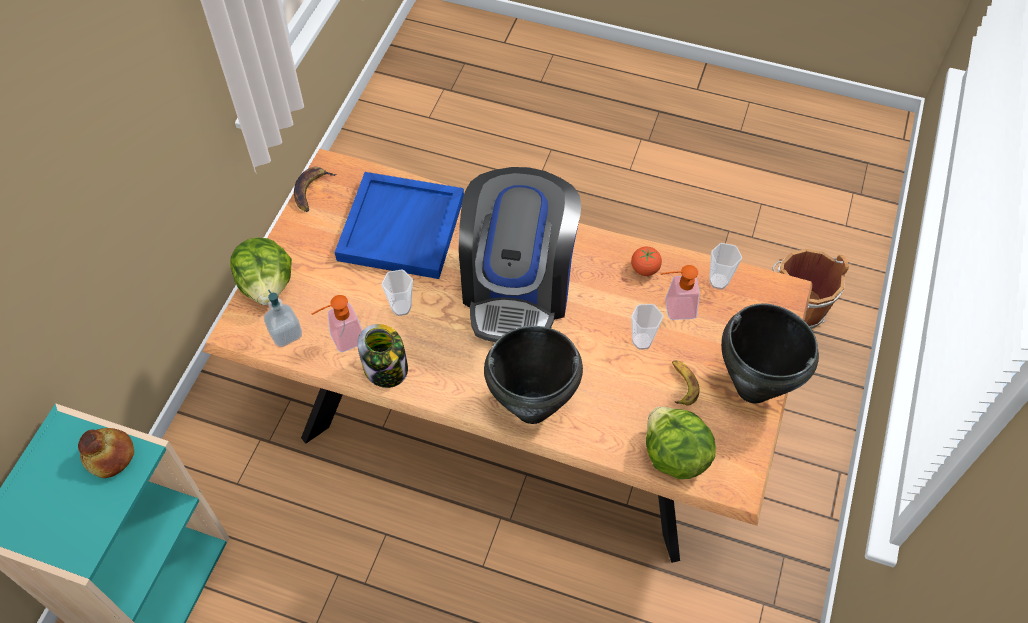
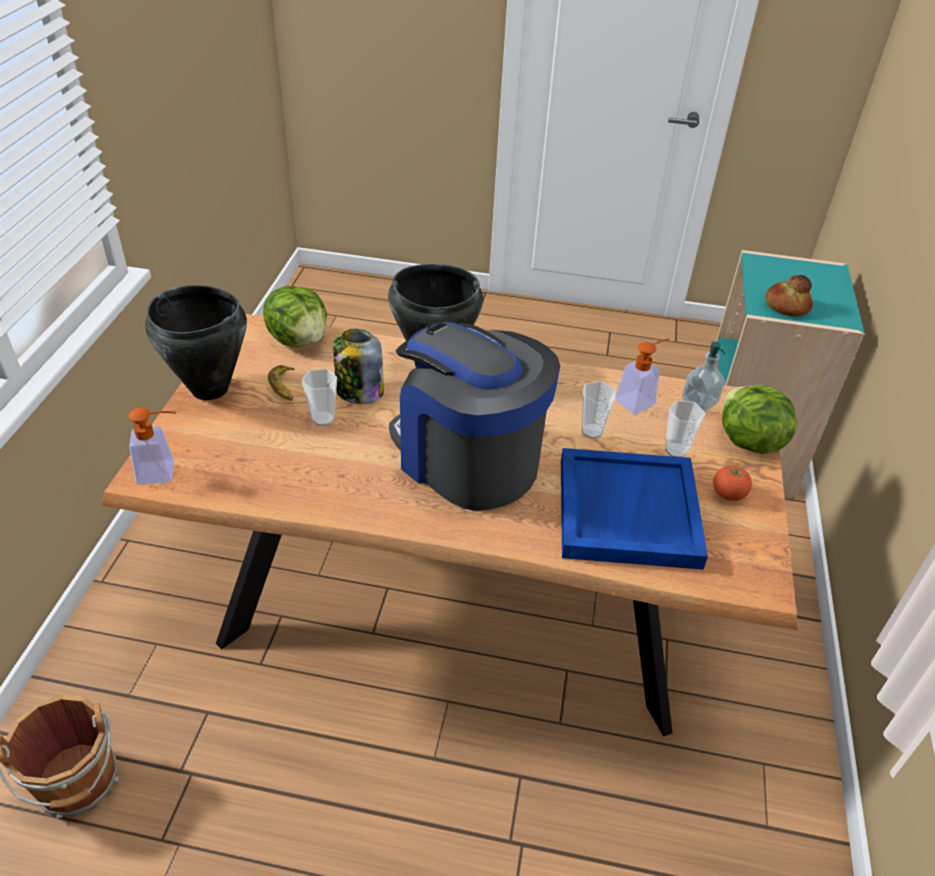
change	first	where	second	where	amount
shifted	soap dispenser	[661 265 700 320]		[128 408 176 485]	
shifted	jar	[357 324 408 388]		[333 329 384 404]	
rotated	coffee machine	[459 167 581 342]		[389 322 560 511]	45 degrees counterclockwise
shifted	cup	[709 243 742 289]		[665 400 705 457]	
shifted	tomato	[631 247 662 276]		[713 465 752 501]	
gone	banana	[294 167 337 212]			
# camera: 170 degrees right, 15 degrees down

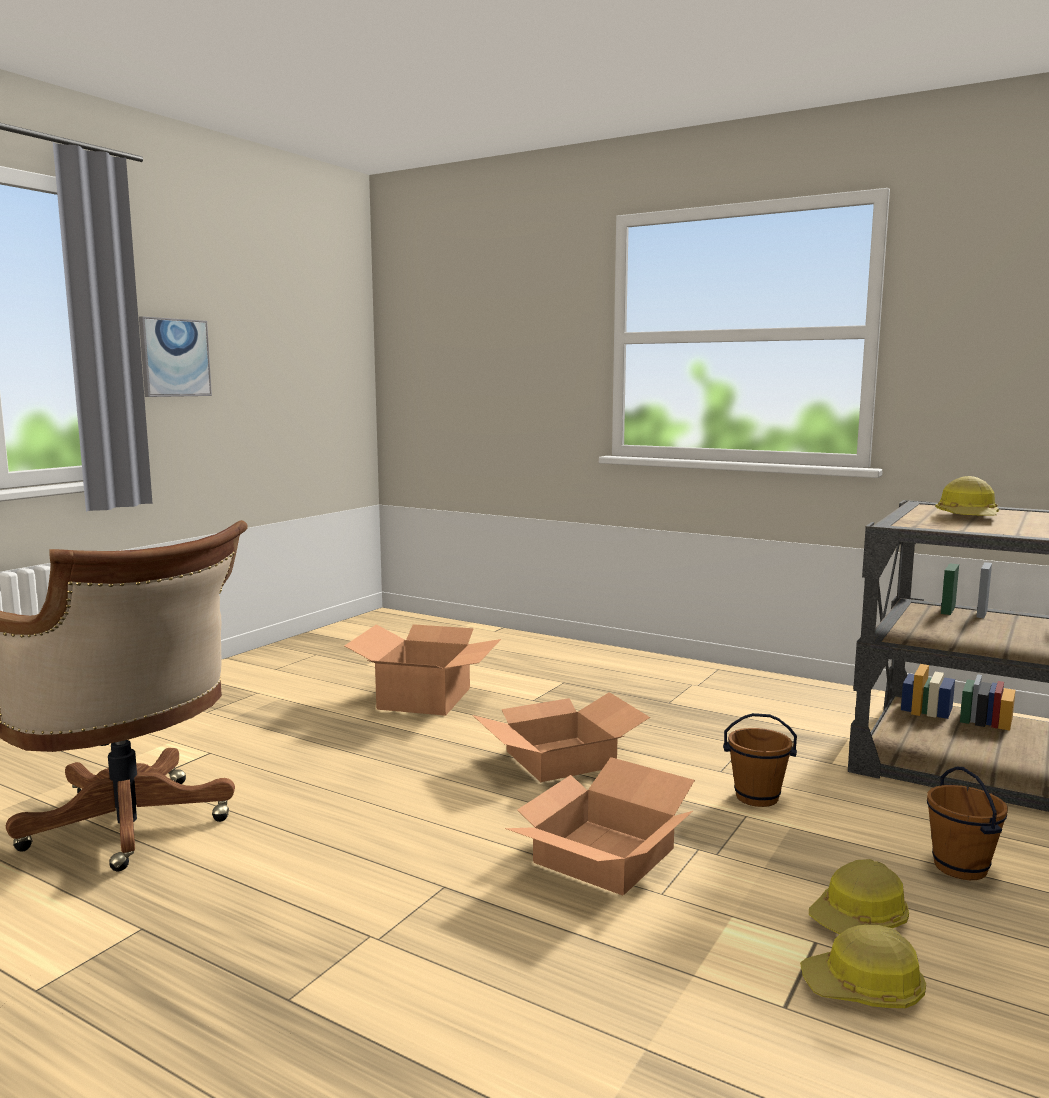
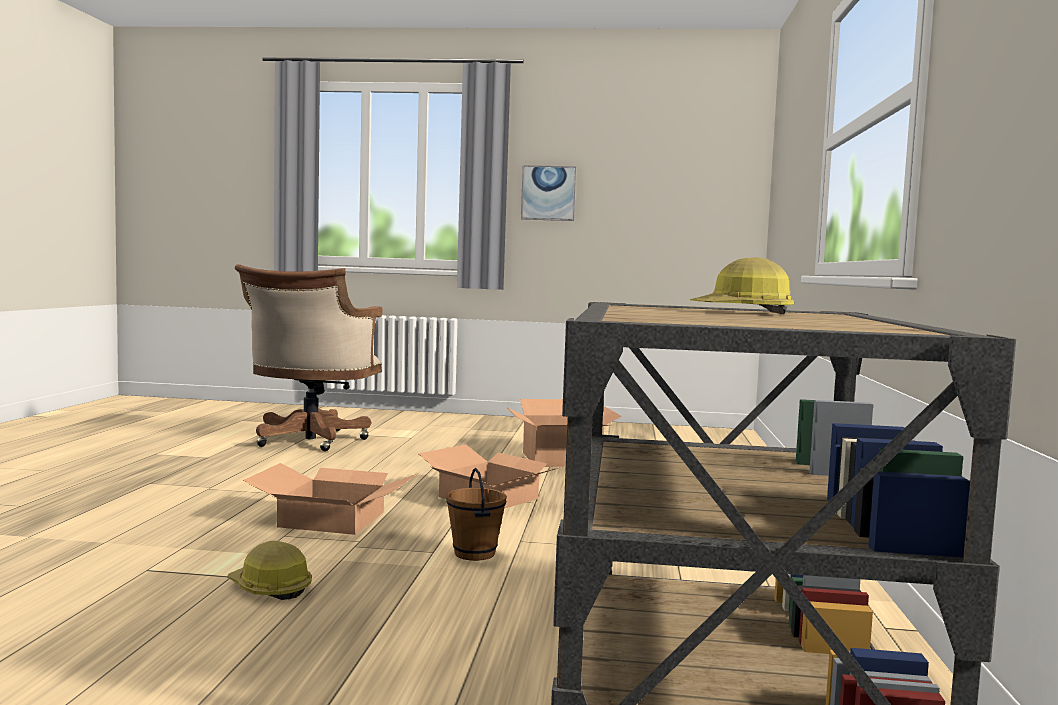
change	first	where	second	where	amount
gone	hard hat	[800 925 926 1008]			
gone	brown bucket	[927 767 1008 880]			
# camera: 65 degrees right, 5 degrees down

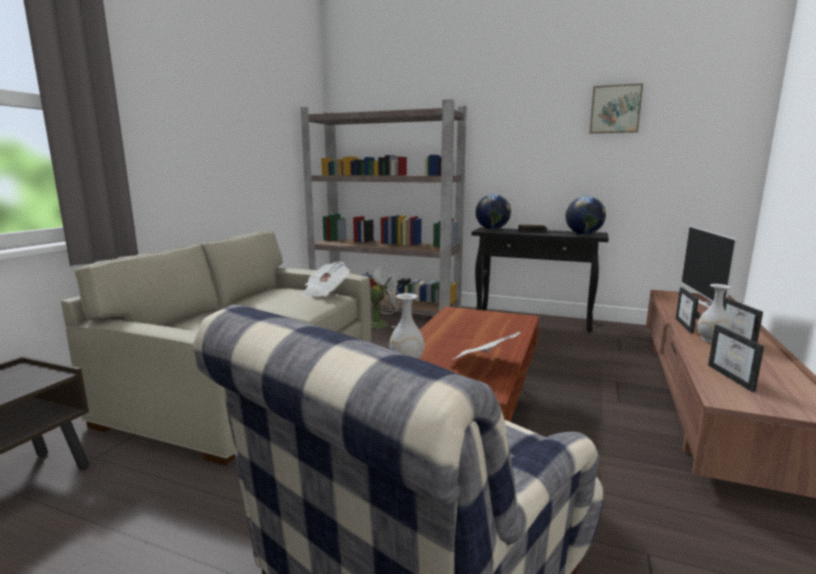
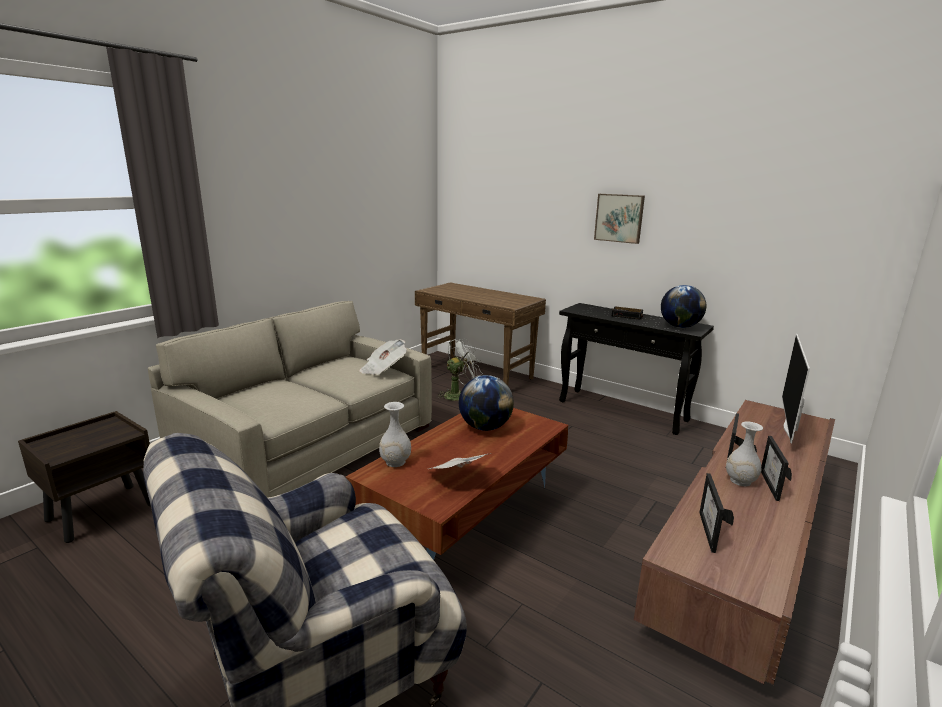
change	first	where	second	where	amount
swapped	brown bookcase	[301 99 466 316]	brown console table	[415 282 546 385]	
shifted	globe	[476 194 511 229]		[459 375 514 431]	
shifted	picture	[590 84 643 133]		[594 194 645 244]	
# camera: 15 degrees right, 5 degrees up

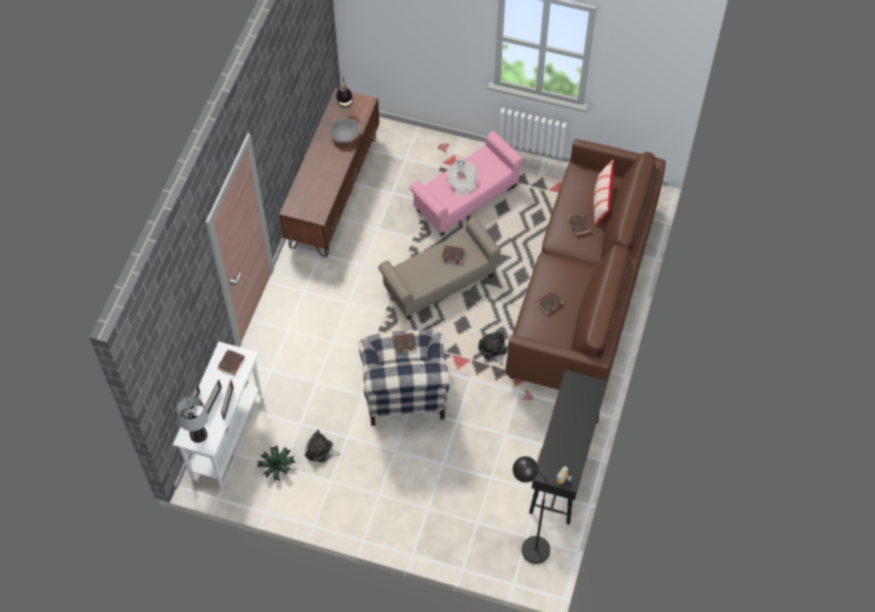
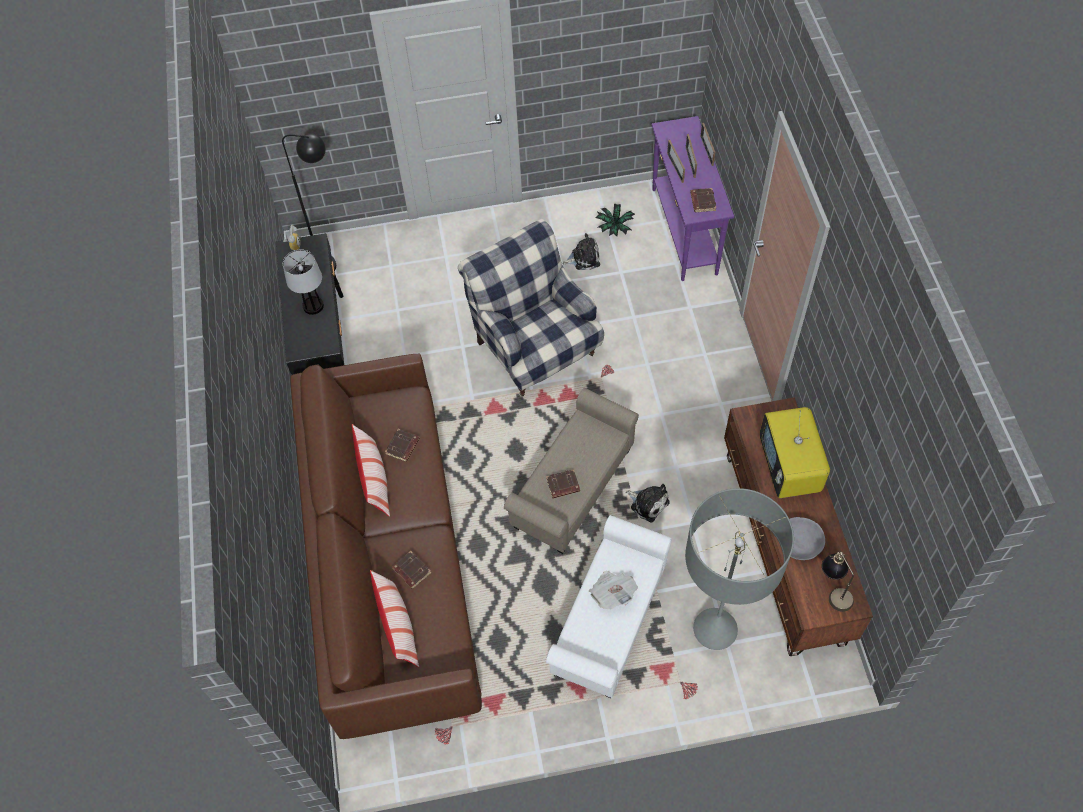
change	first	where	second	where	amount
shifted	table lamp	[177 396 208 443]		[283 249 324 315]	
new			pillow	[352 424 390 517]	
repainted	pink ottoman	[410 131 524 236]	white ottoman	[546 515 672 698]	
shifted	plush toy	[478 332 507 365]		[626 484 670 522]	
repainted	white console table	[173 342 262 488]	purple console table	[651 116 734 281]	
new			grey floor lamp	[685 488 794 650]	
new			television	[760 407 830 498]	
gone	brown book	[392 333 417 353]			
# camera: 155 degrees right, 0 degrees up

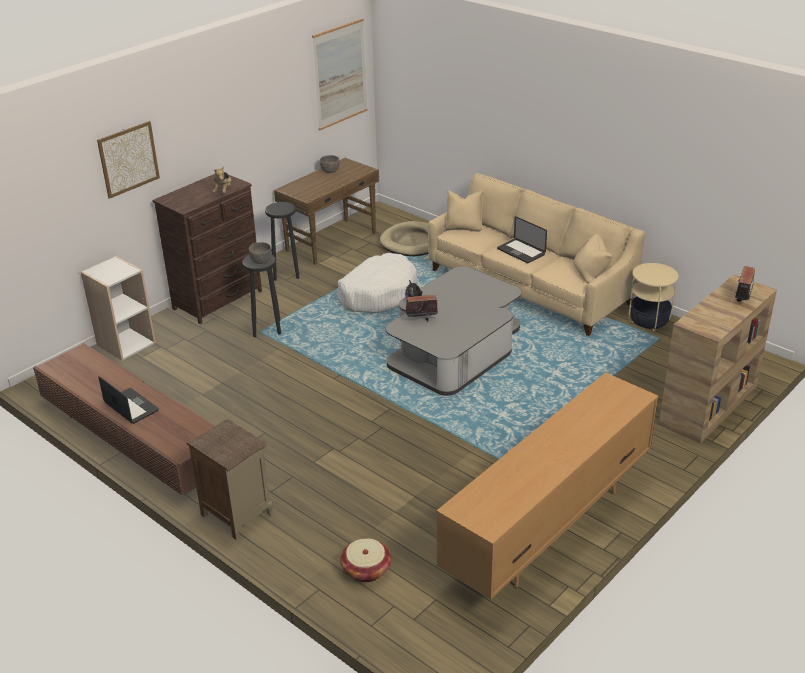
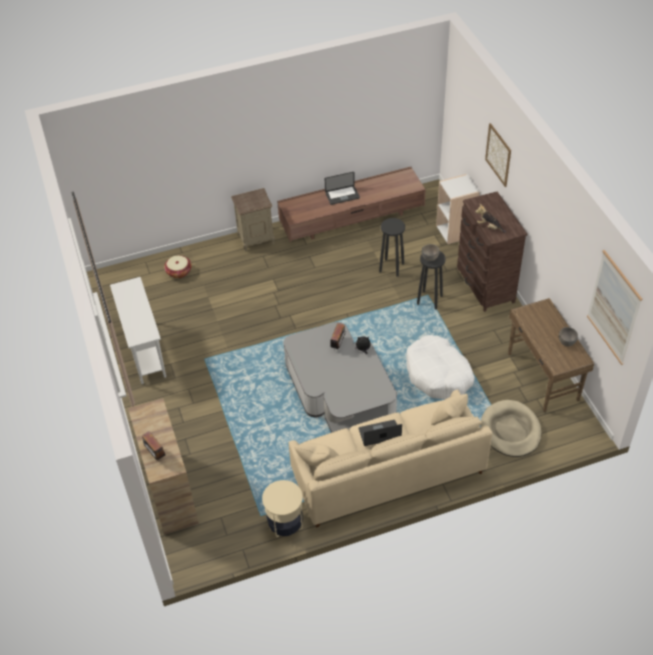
change	first	where	second	where	amount
swapped	brown cabinet	[436 372 658 600]	white console table	[110 277 166 384]	
shifted	black stool	[265 202 300 281]		[379 218 405 277]	
# camera: 120 degrees right, 15 degrees up

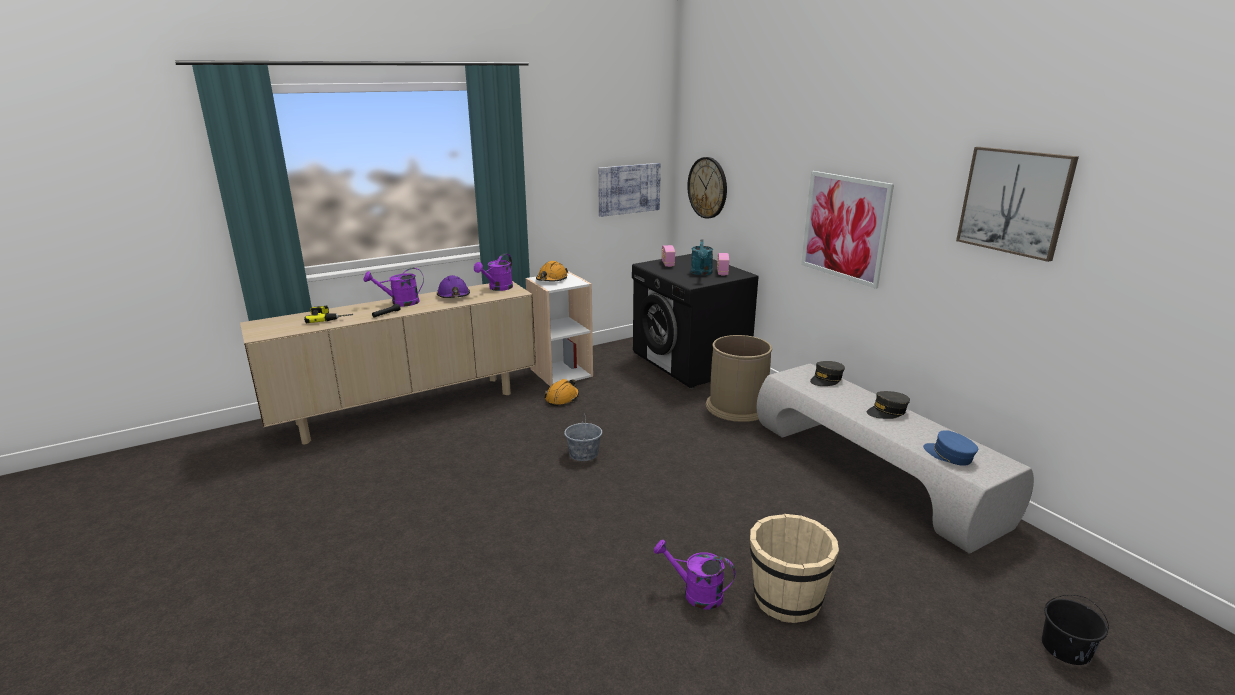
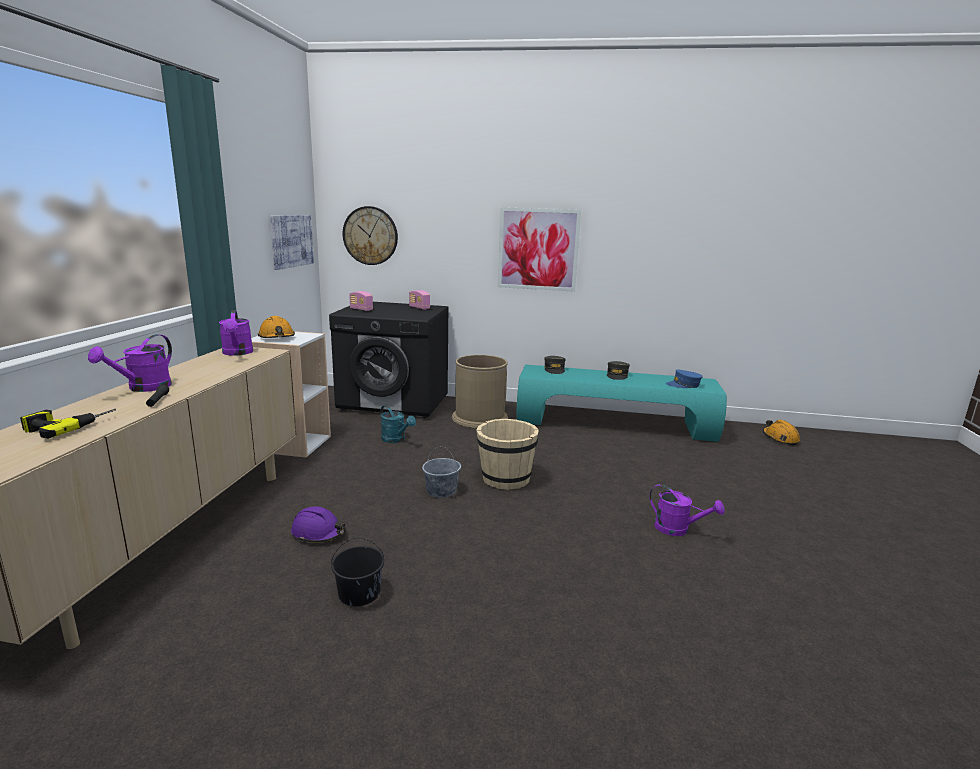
change	first	where	second	where	amount
shifted	purple hard hat	[436 275 470 298]		[291 506 346 543]	
shifted	black bucket	[1042 595 1109 665]		[331 538 384 606]	
shifted	turquoise watering can	[691 239 713 275]		[380 405 416 443]	
shifted	beige bucket	[750 514 839 623]		[476 419 539 490]	
repainted	grey bench	[757 363 1034 554]	turquoise bench	[517 365 727 442]	
rotated	purple watering can	[654 540 736 610]		[649 484 725 536]	120 degrees counterclockwise
shifted	orange hard hat	[544 379 579 406]		[763 420 800 445]	
gone	picture	[956 147 1079 262]			
# camera: 50 degrees left, 5 degrees down

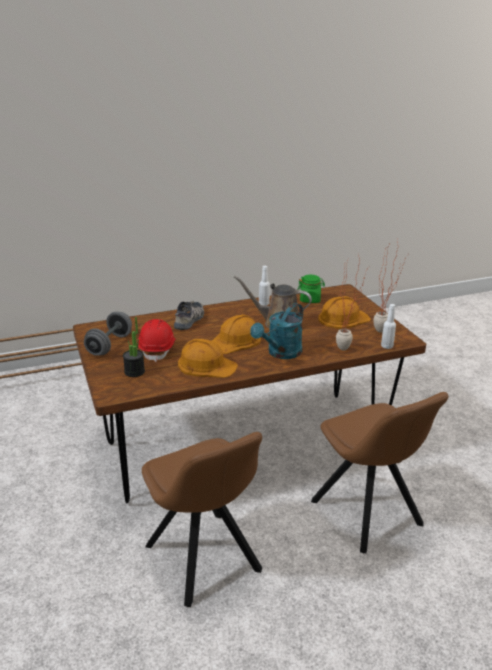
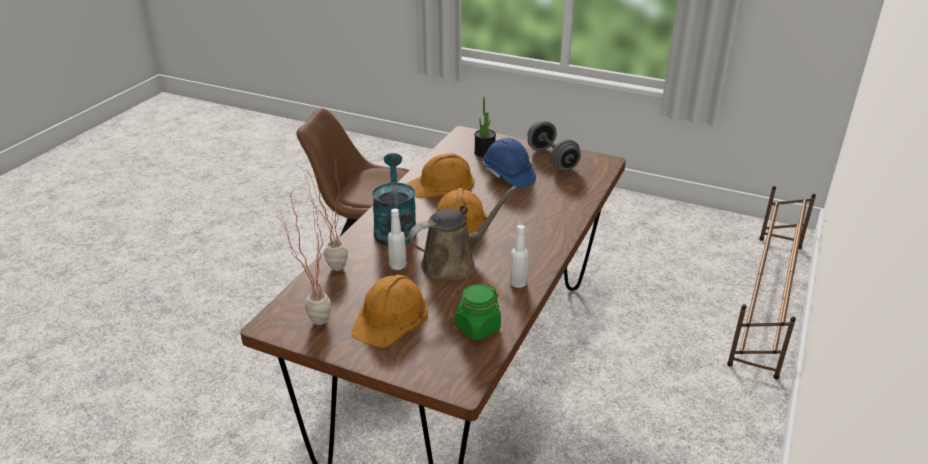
change	first	where	second	where	amount
shifted	white bottle	[381 304 396 349]		[388 208 407 270]	
repainted	red hard hat	[137 319 176 362]	blue hard hat	[483 138 536 188]	
gone	shoe	[174 301 204 330]			
gone	brown chair	[311 392 448 553]			
# camera: 135 degrees right, 5 degrees up

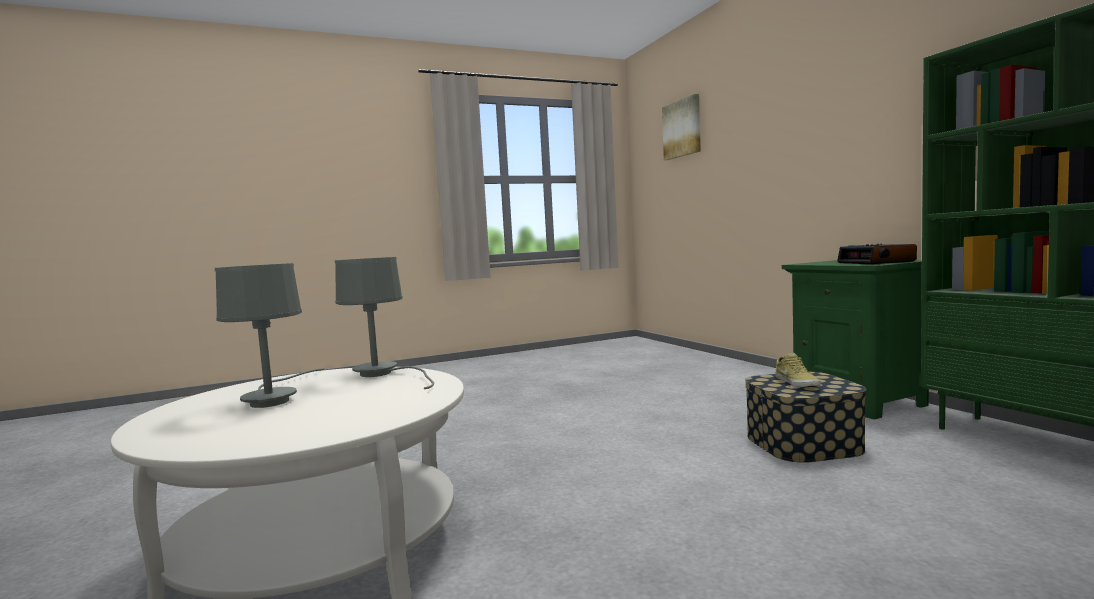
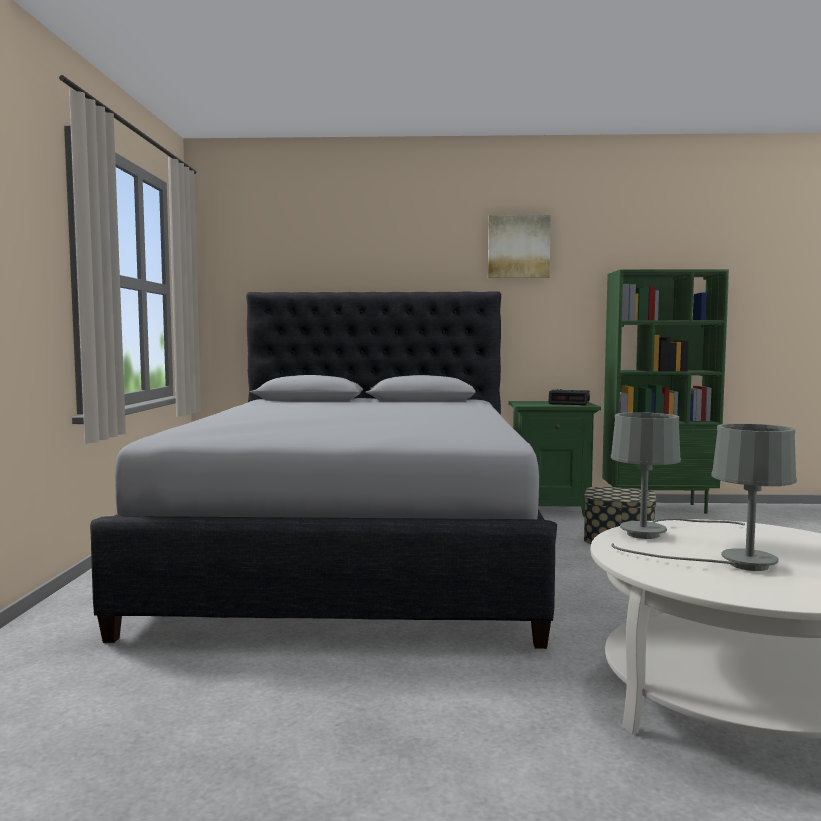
change	first	where	second	where	amount
new			grey bed	[90 291 557 649]	
shifted	picture	[662 94 701 160]		[488 215 551 278]	
gone	beige shoe	[775 353 821 387]			
# camera: 65 degrees left, 0 degrees up

